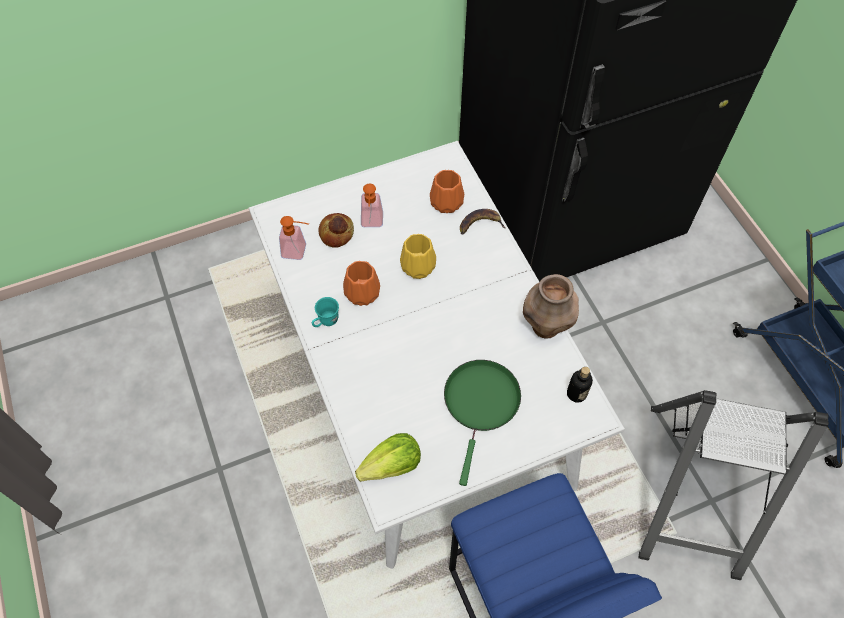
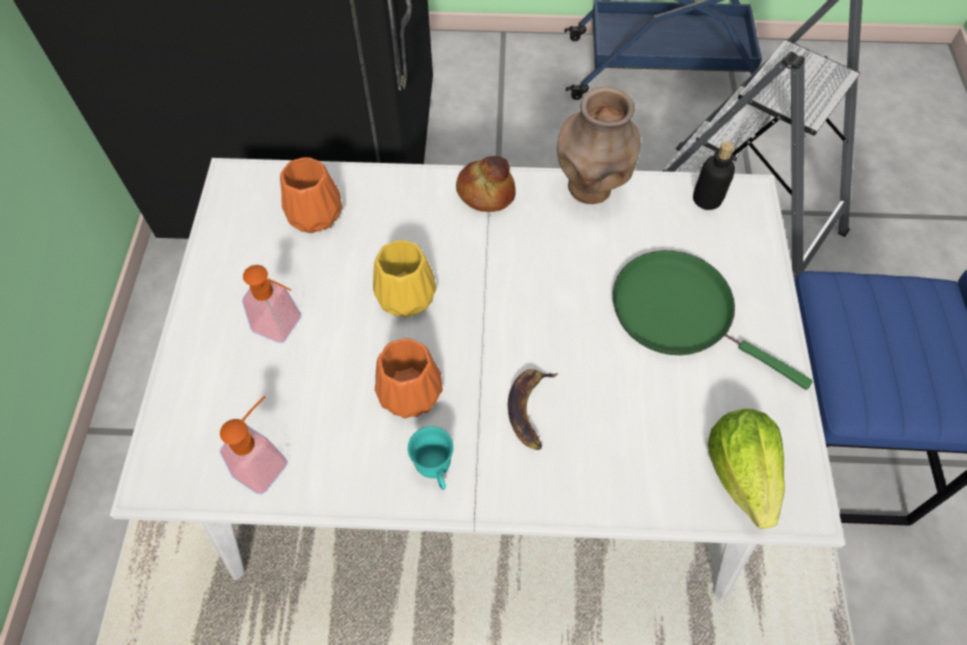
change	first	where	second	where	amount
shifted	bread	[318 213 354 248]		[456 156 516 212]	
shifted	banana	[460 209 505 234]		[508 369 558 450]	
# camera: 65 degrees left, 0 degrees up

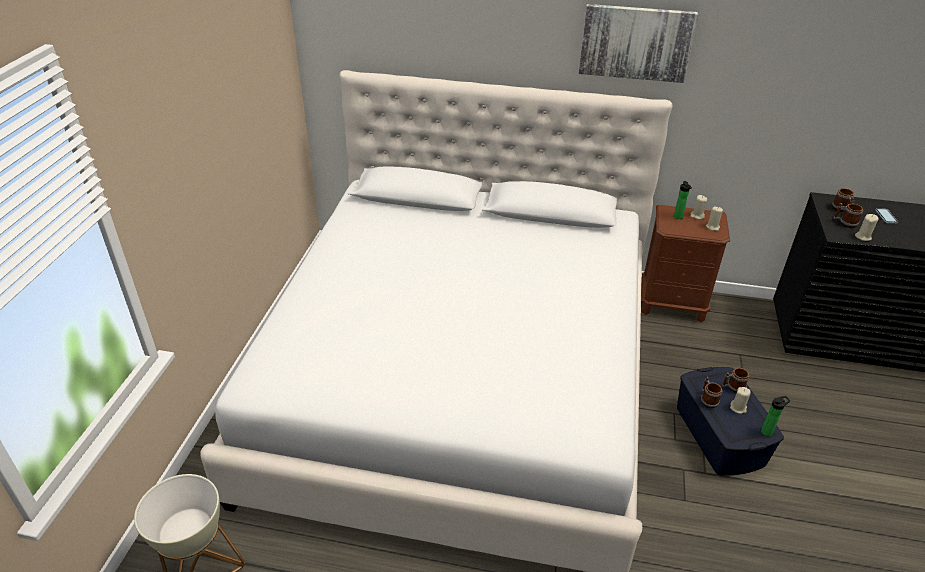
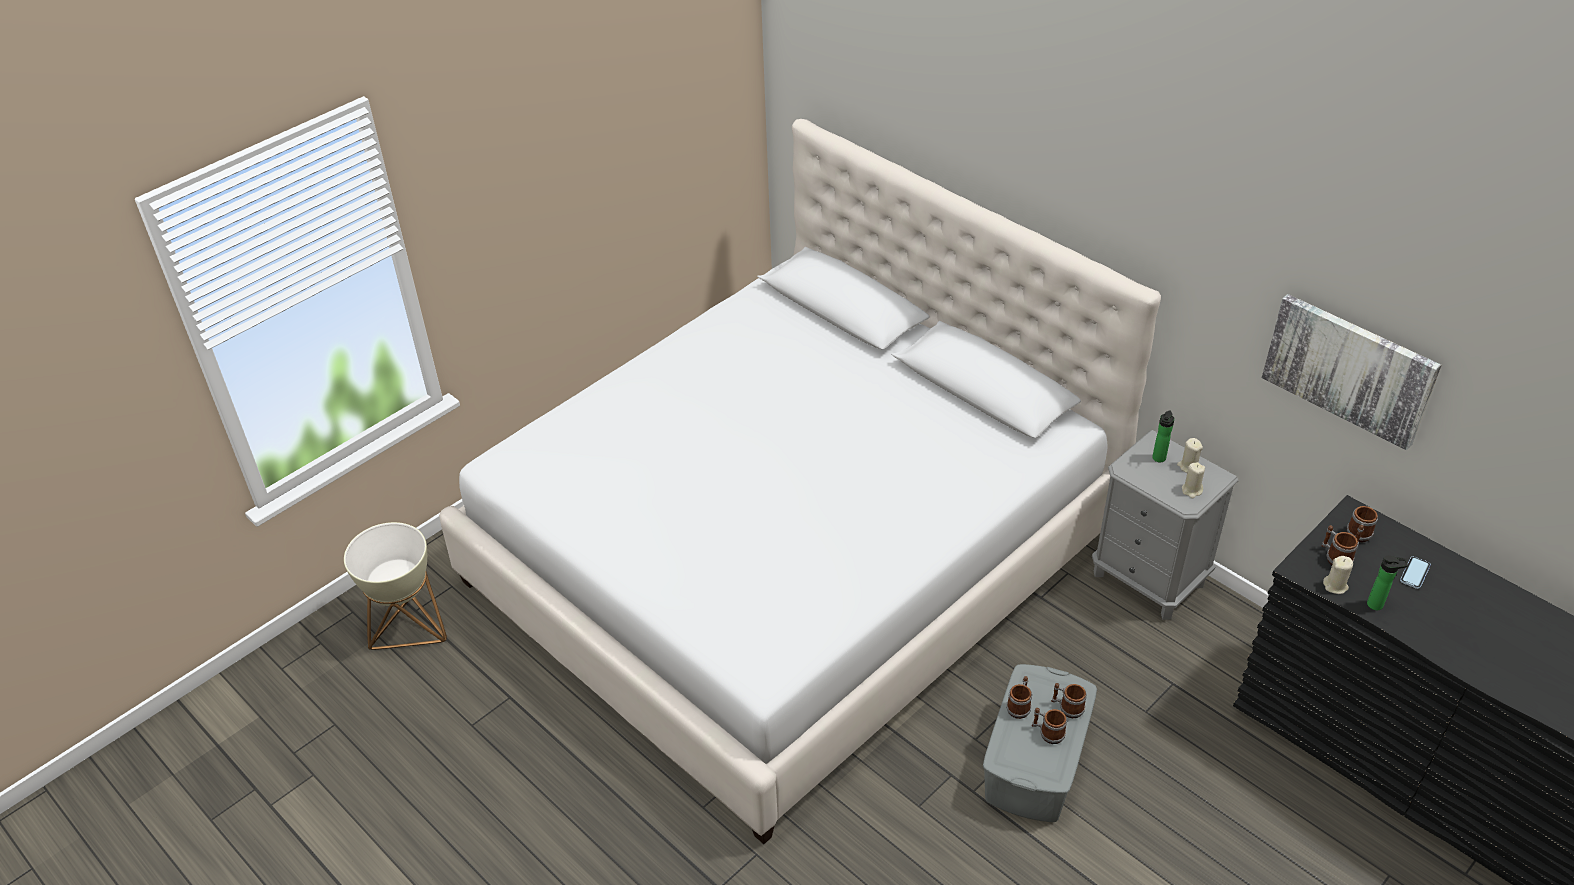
change	first	where	second	where	amount
repainted	blue storage box	[677 367 784 476]	grey storage box	[983 664 1097 822]	
swapped	beige candle	[730 387 751 414]	mug	[1032 708 1067 744]	
repainted	brown nightstand	[642 205 730 323]	grey nightstand	[1092 430 1239 620]	
shifted	picture	[579 4 698 83]		[1262 294 1442 450]	
shifted	bottle	[761 396 790 437]		[1367 555 1408 610]	
# camera: 35 degrees right, 5 degrees up

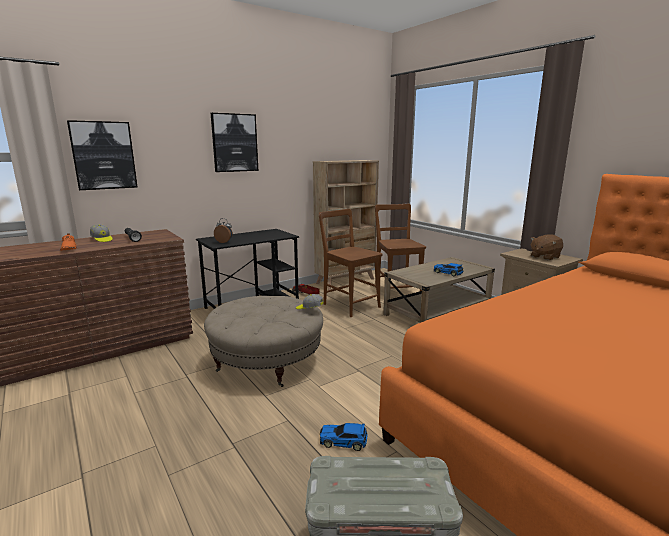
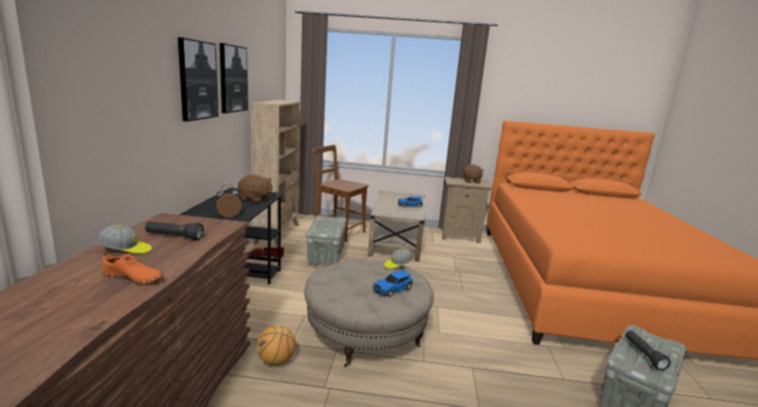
change	first	where	second	where	amount
shifted	picture	[67 120 137 190]		[220 43 248 113]	
new			brown plush toy	[238 175 272 202]	
new			basketball	[257 325 296 365]	
swapped	brown chair	[319 209 383 317]	grey storage box	[306 215 346 266]	
shifted	toy car	[320 423 368 451]		[373 270 413 297]	
new			black flashlight	[625 330 671 370]	
# camera: 50 degrees left, 0 degrees up

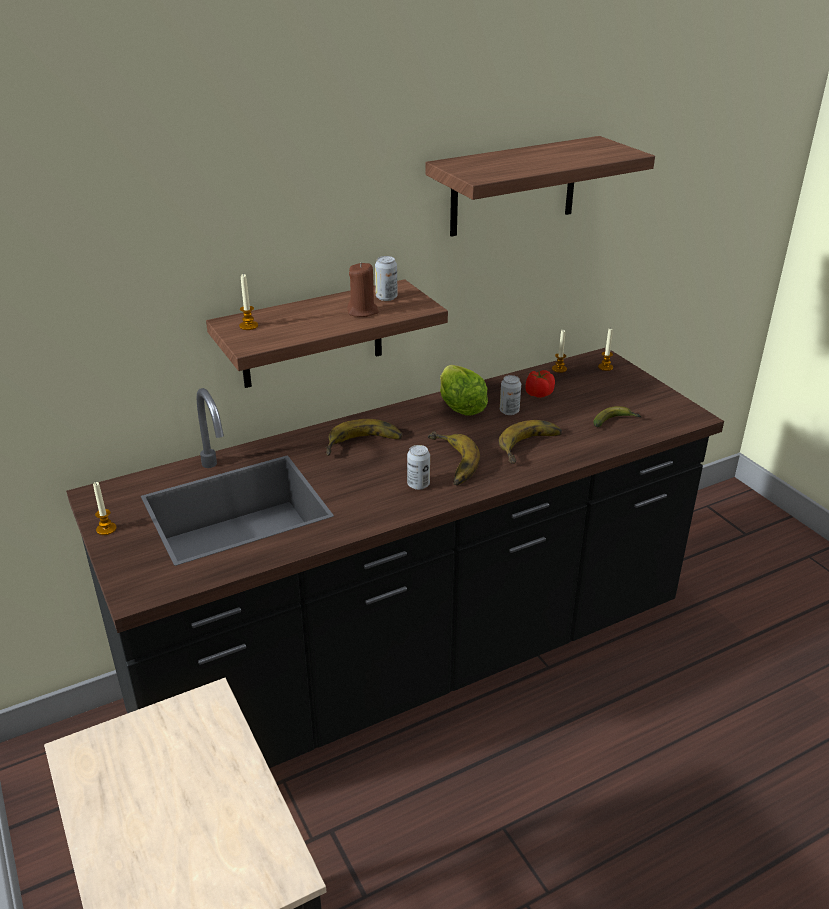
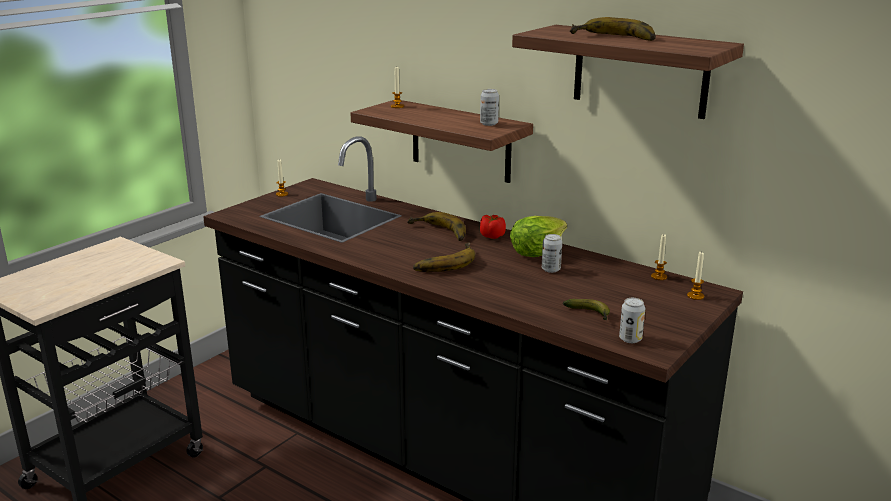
change	first	where	second	where	amount
shifted	tomato	[525 370 555 398]		[480 215 506 239]	
shifted	banana	[499 420 562 464]		[570 17 656 41]	
shifted	can	[407 445 430 490]		[619 298 645 343]	
gone	brown candle	[347 262 379 317]			
# camera: 65 degrees right, 10 degrees down

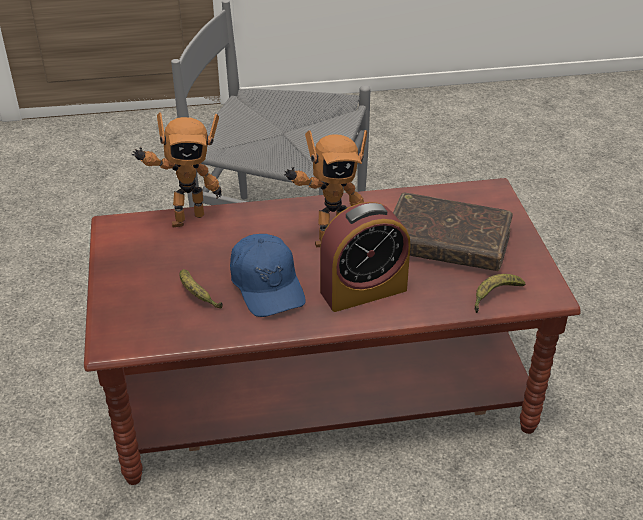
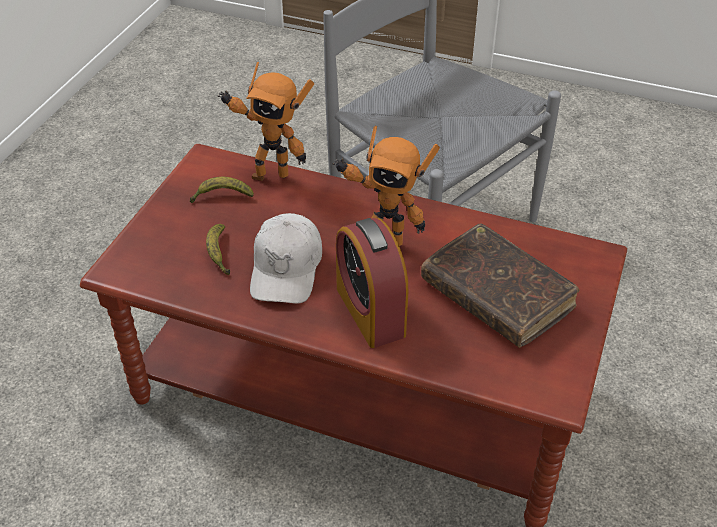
change	first	where	second	where	amount
shifted	banana	[474 274 525 313]		[190 177 254 203]	
repainted	blue cap	[230 234 306 317]	white cap	[250 213 322 304]	
rotated	alarm clock	[320 202 411 312]		[336 218 408 348]	60 degrees clockwise
# camera: 30 degrees right, 5 degrees up

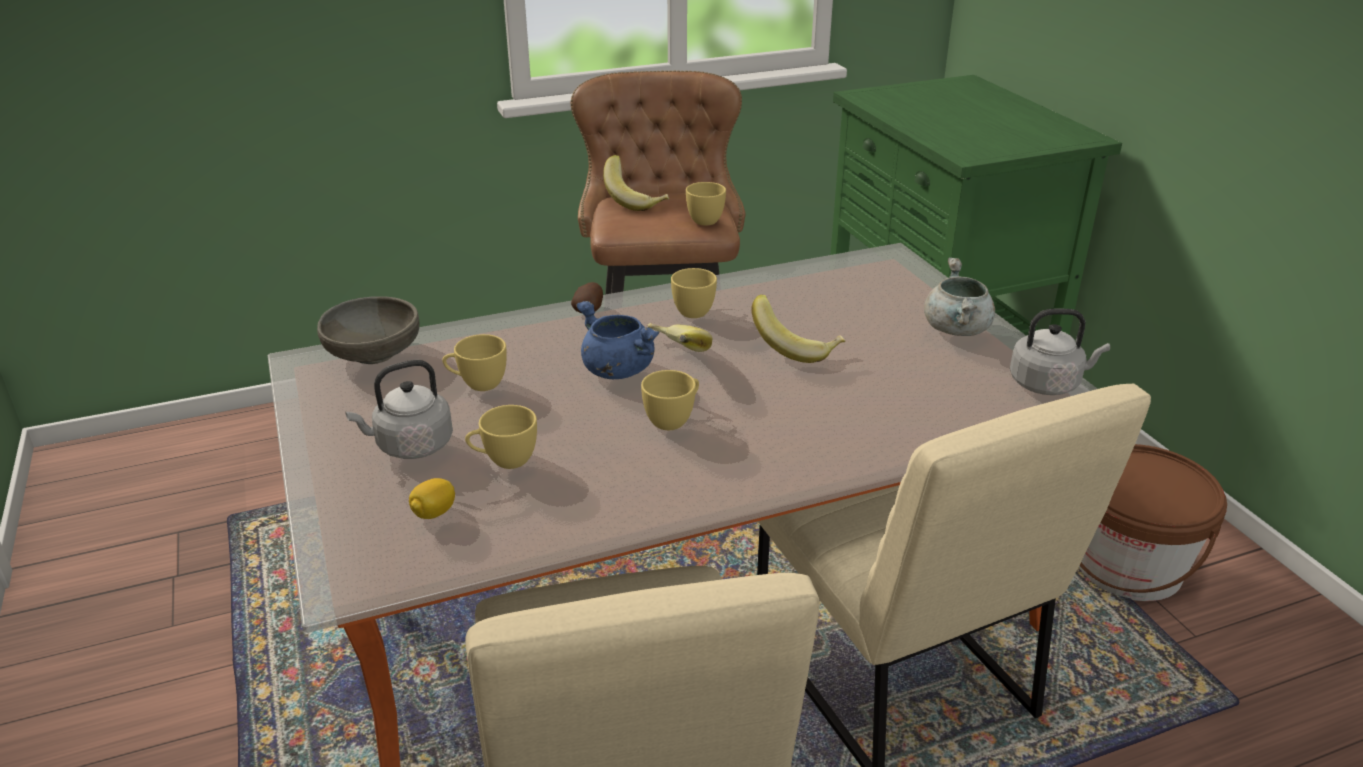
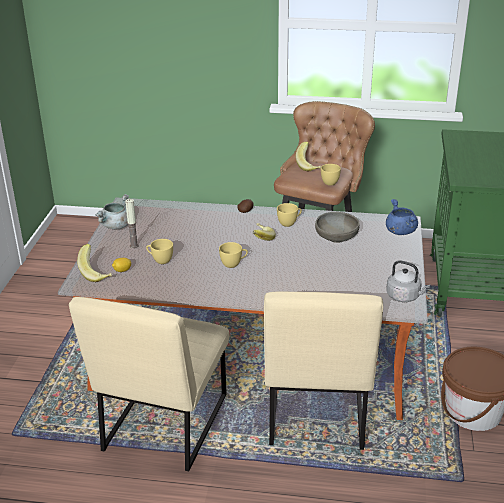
change	first	where	second	where	amount
shifted	banana	[751 295 845 363]		[77 244 112 282]	
shifted	grey cooking pot	[924 257 995 336]		[95 194 129 230]	
swapped	grey kettle	[345 360 453 459]	candle	[125 199 139 248]	
shifted	grey bowl	[317 296 419 364]		[315 212 360 243]	
shifted	blue cooking pot	[576 301 660 379]		[386 199 418 235]	
gone	yellow cup	[442 334 507 391]			
# camera: 30 degrees right, 0 degrees up

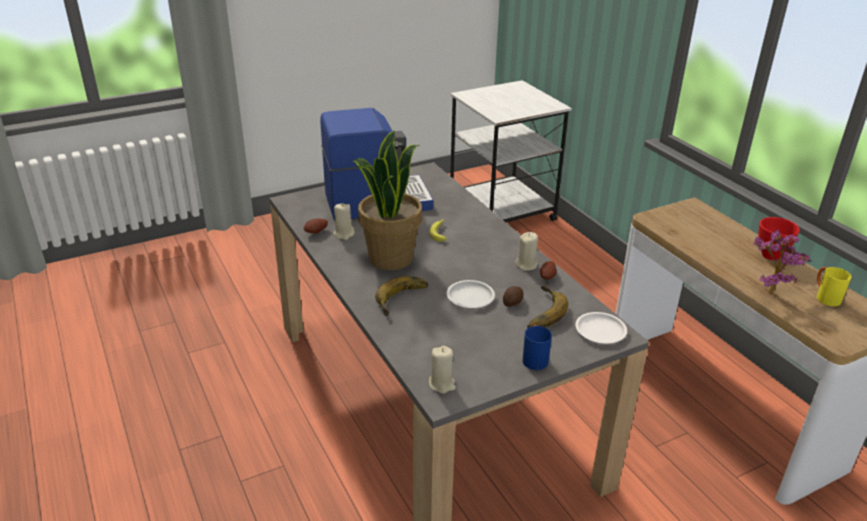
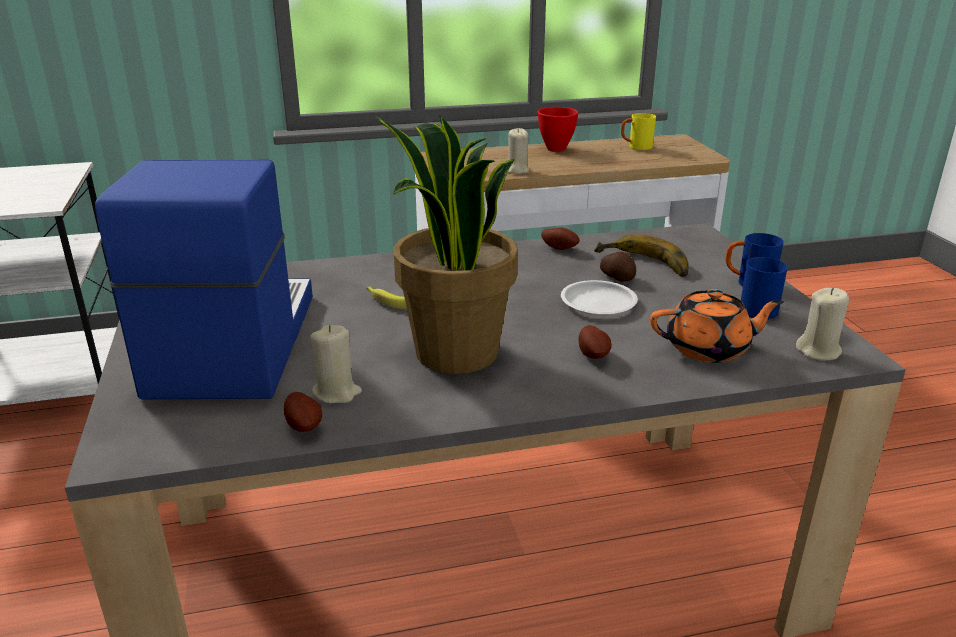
change	first	where	second	where	amount
shifted	beige candle	[515 232 538 271]		[508 128 529 174]	
swapped	banana	[375 276 428 316]	potato	[578 325 611 359]	
new			orange teapot	[650 289 784 363]	
new			blue mug	[741 257 788 320]	
gone	white plate	[575 312 627 343]			
gone	potted plant	[753 230 811 295]			
# camera: 75 degrees left, 5 degrees down

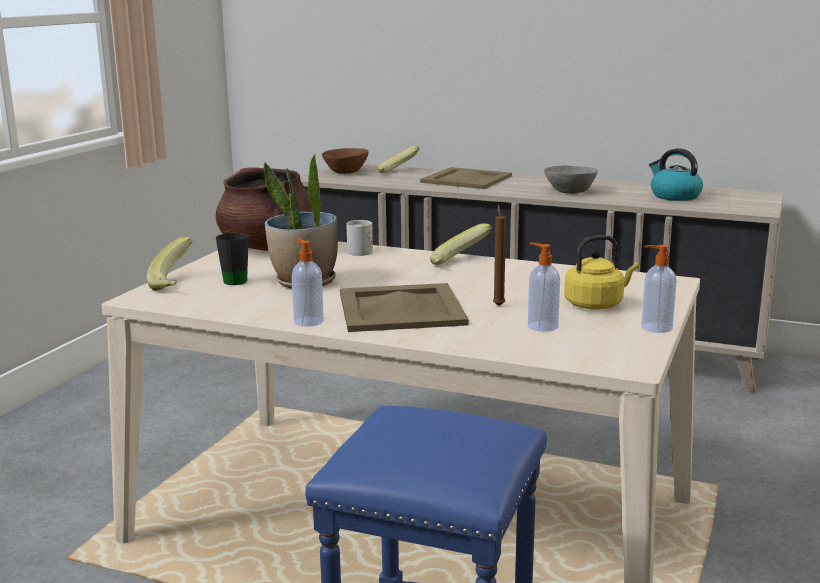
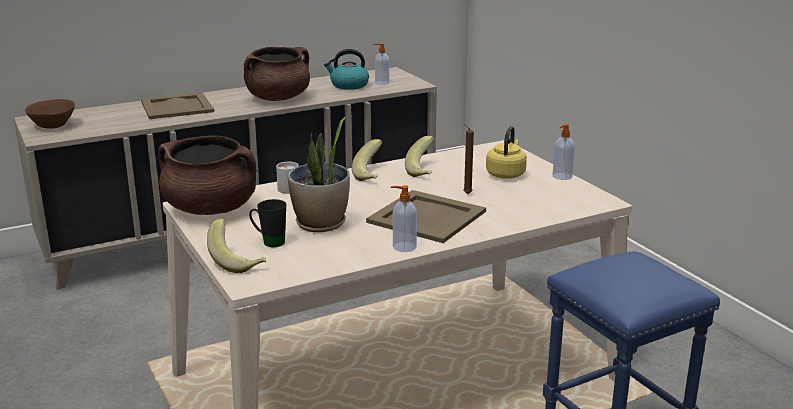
change	first	where	second	where	amount
swapped	grey bowl	[544 165 598 194]	brown cooking pot	[244 47 310 101]	
shifted	soap dispenser	[528 243 560 332]		[373 43 389 85]	
shifted	banana	[378 146 419 173]		[405 136 434 177]	
# camera: 50 degrees left, 5 degrees up

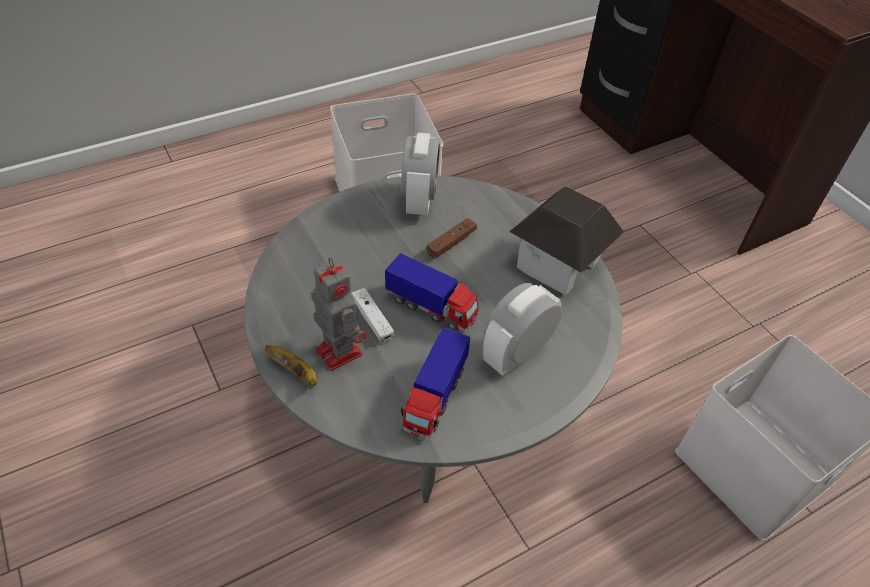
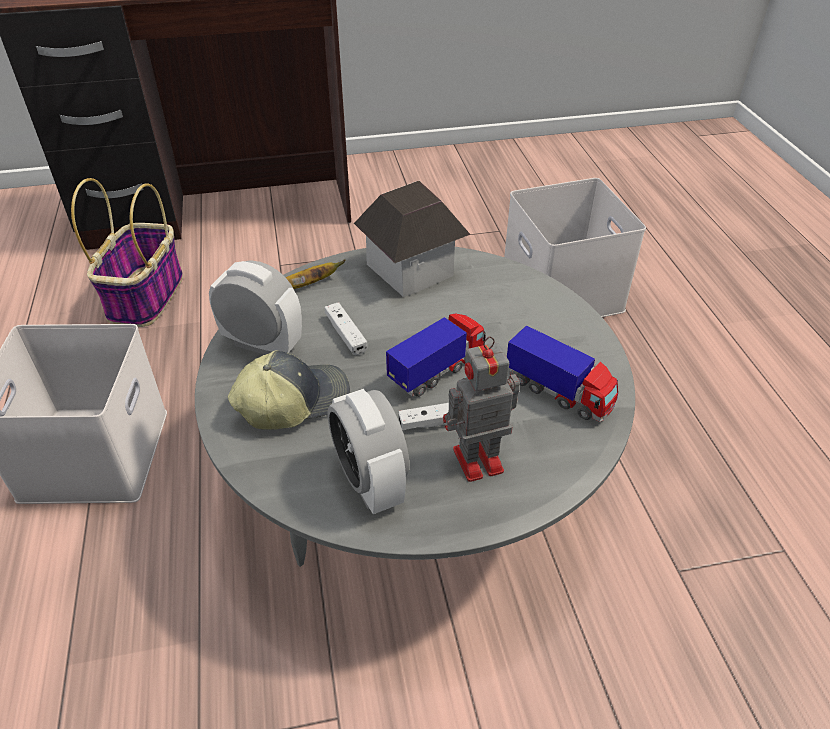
change	first	where	second	where	amount
new			basket	[71 178 183 327]	
new			cap	[228 350 350 430]	
shifted	banana	[265 345 318 389]		[286 260 345 289]	
repainted	brown game controller	[427 218 477 259]	white game controller	[325 302 367 355]	
shifted	alarm clock	[483 283 562 376]		[327 389 410 514]	
# camera: 70 degrees left, 5 degrees down

